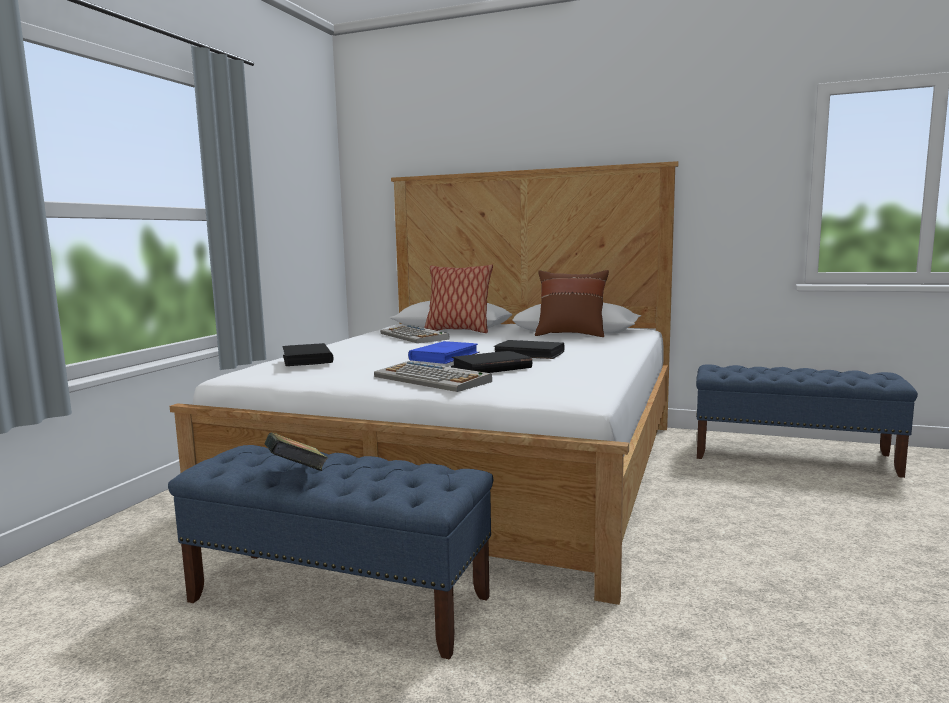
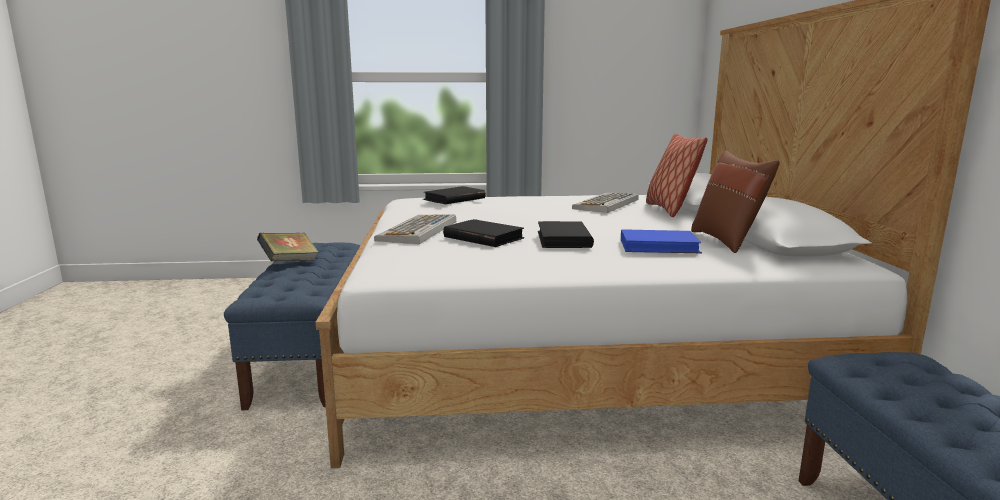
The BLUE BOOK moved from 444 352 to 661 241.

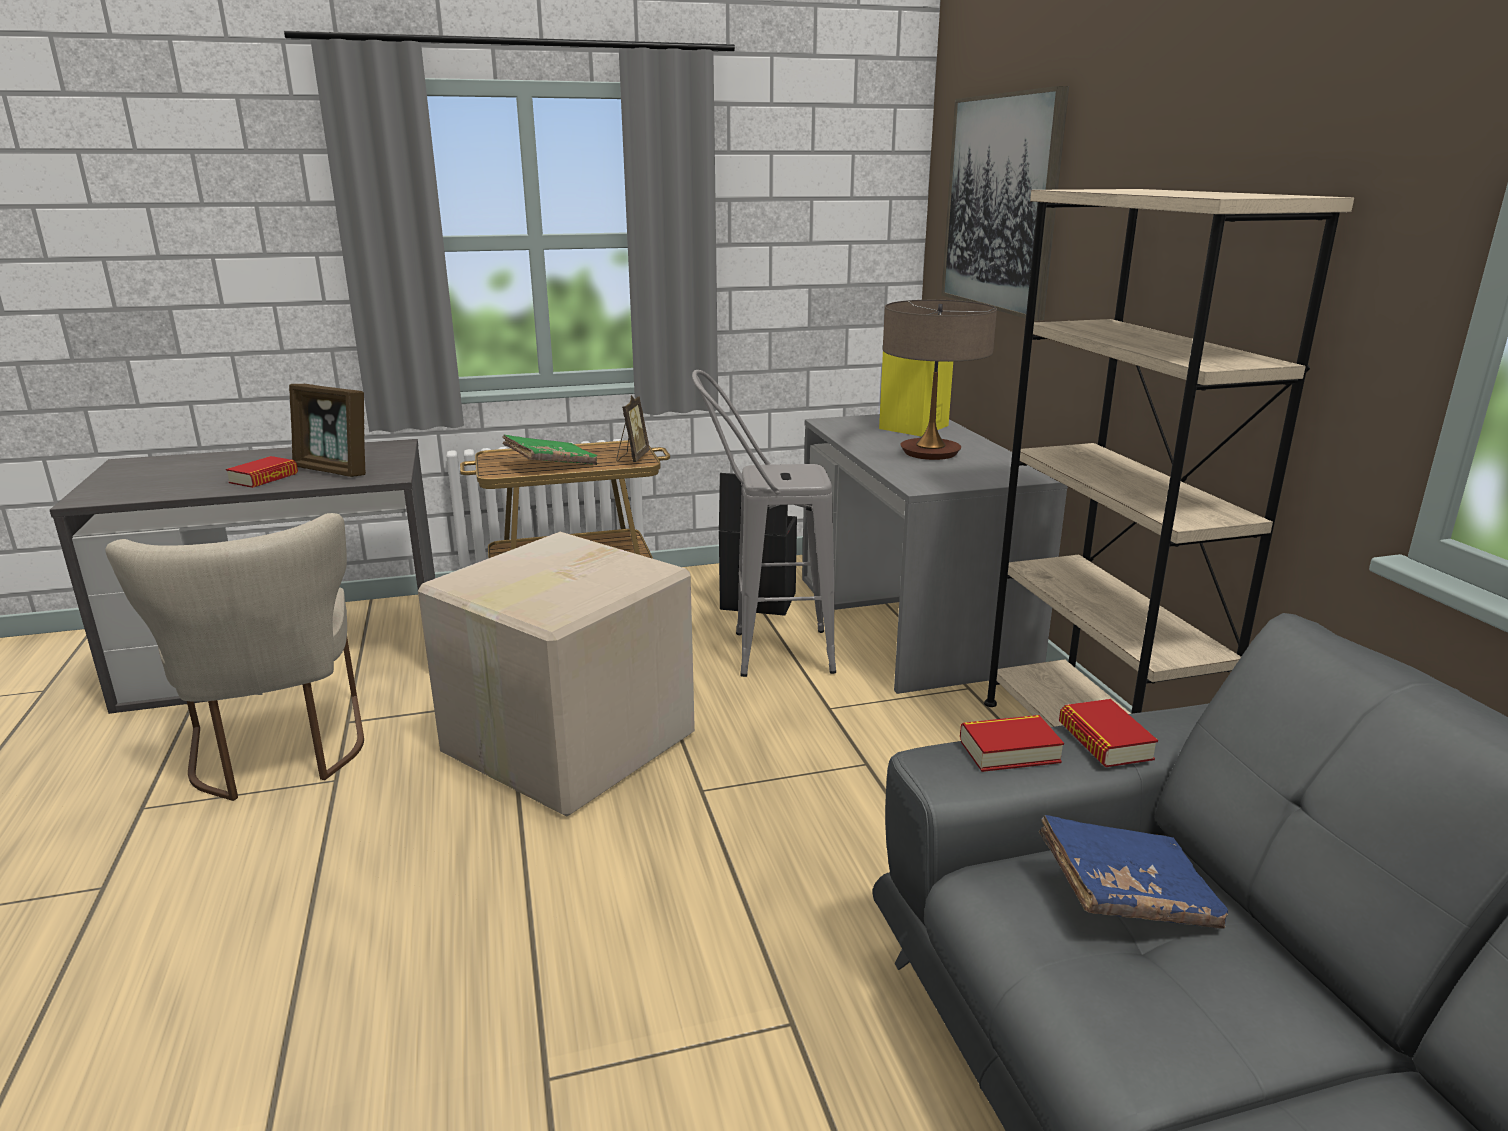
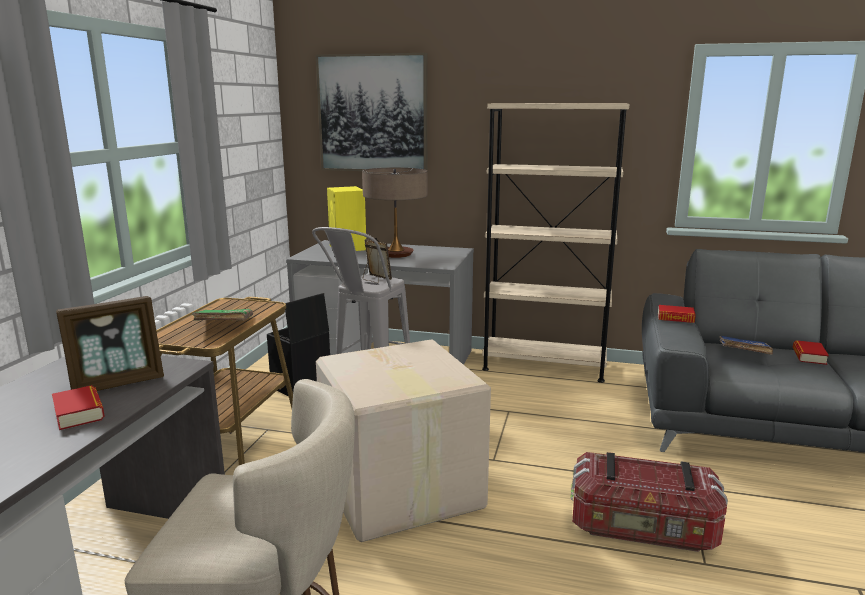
The STORAGE BOX at 649 502 appeared.
The PICTURE FRAME moved from 633 428 to 377 260.
The BOOK moved from 1012 743 to 811 352.

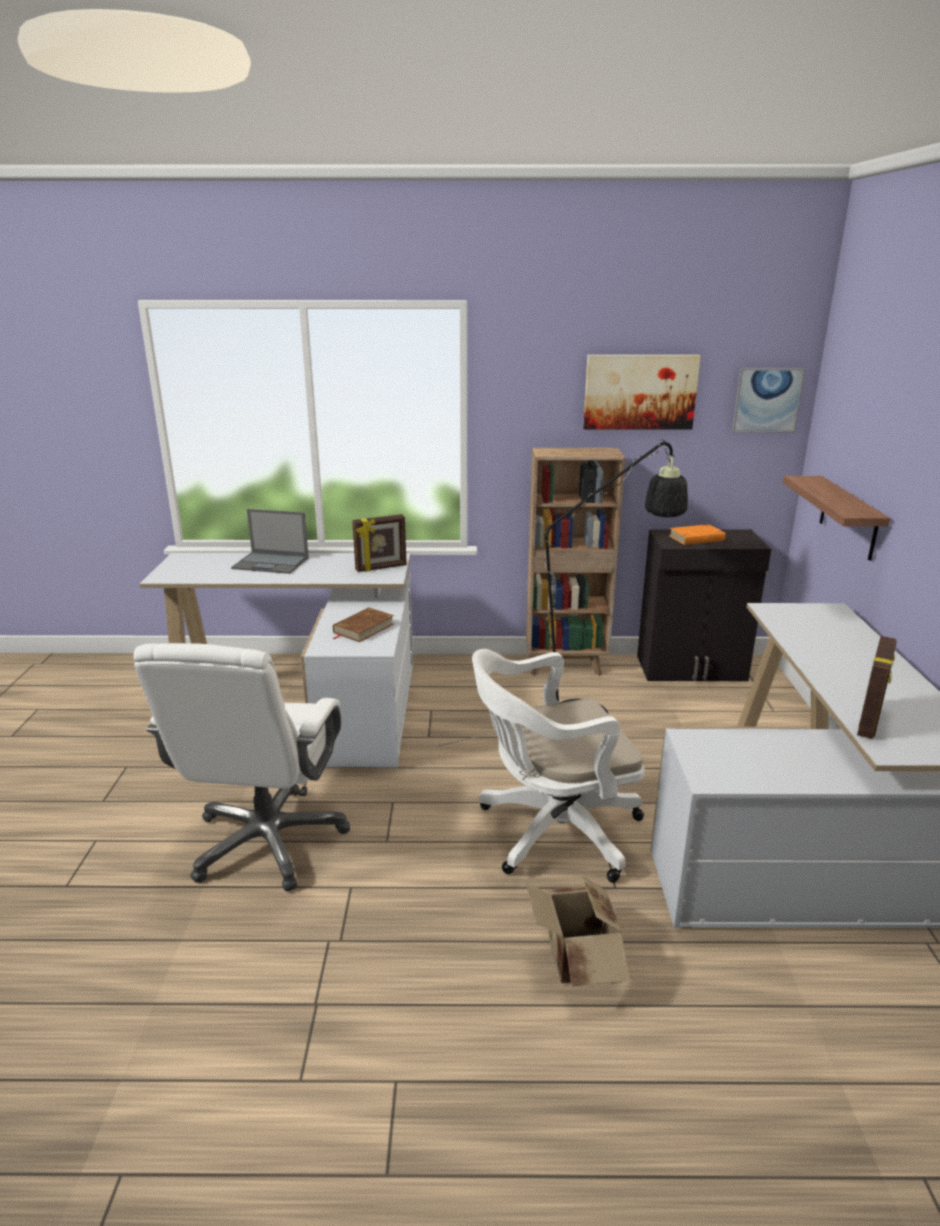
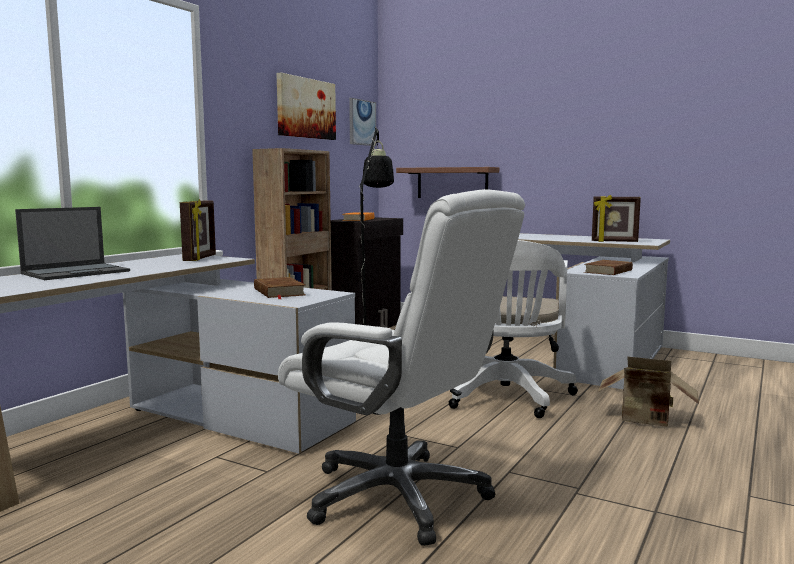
The BROWN BOOK at 608 267 appeared.
The PICTURE FRAME at 877 687 turned 135 degrees clockwise.

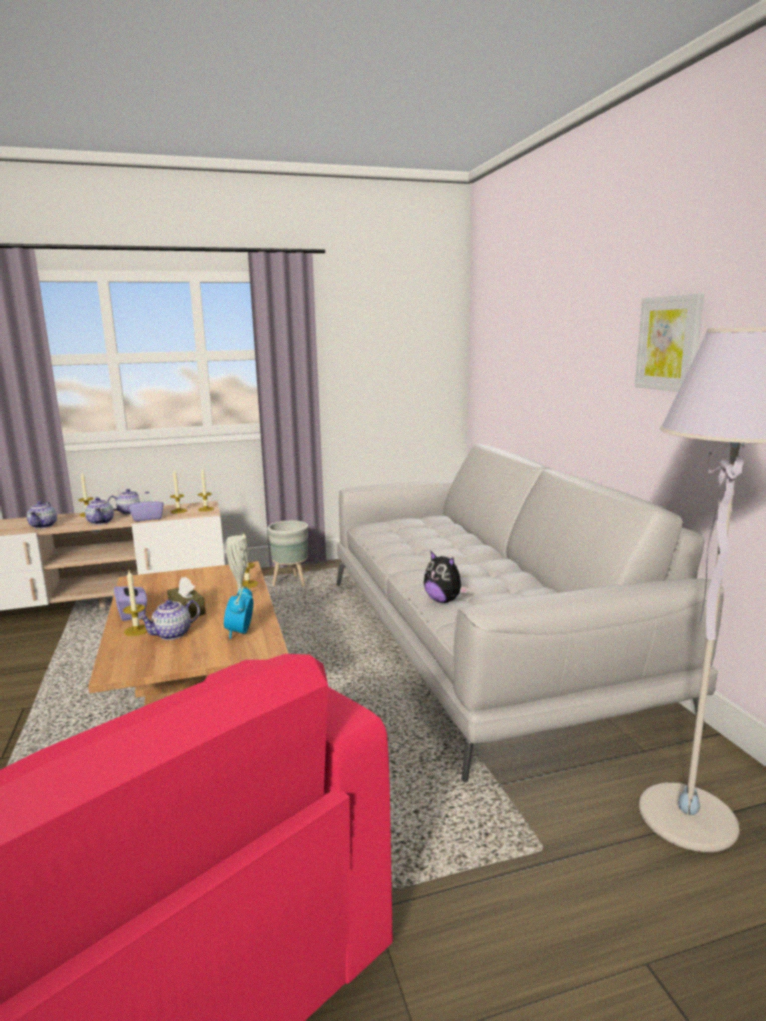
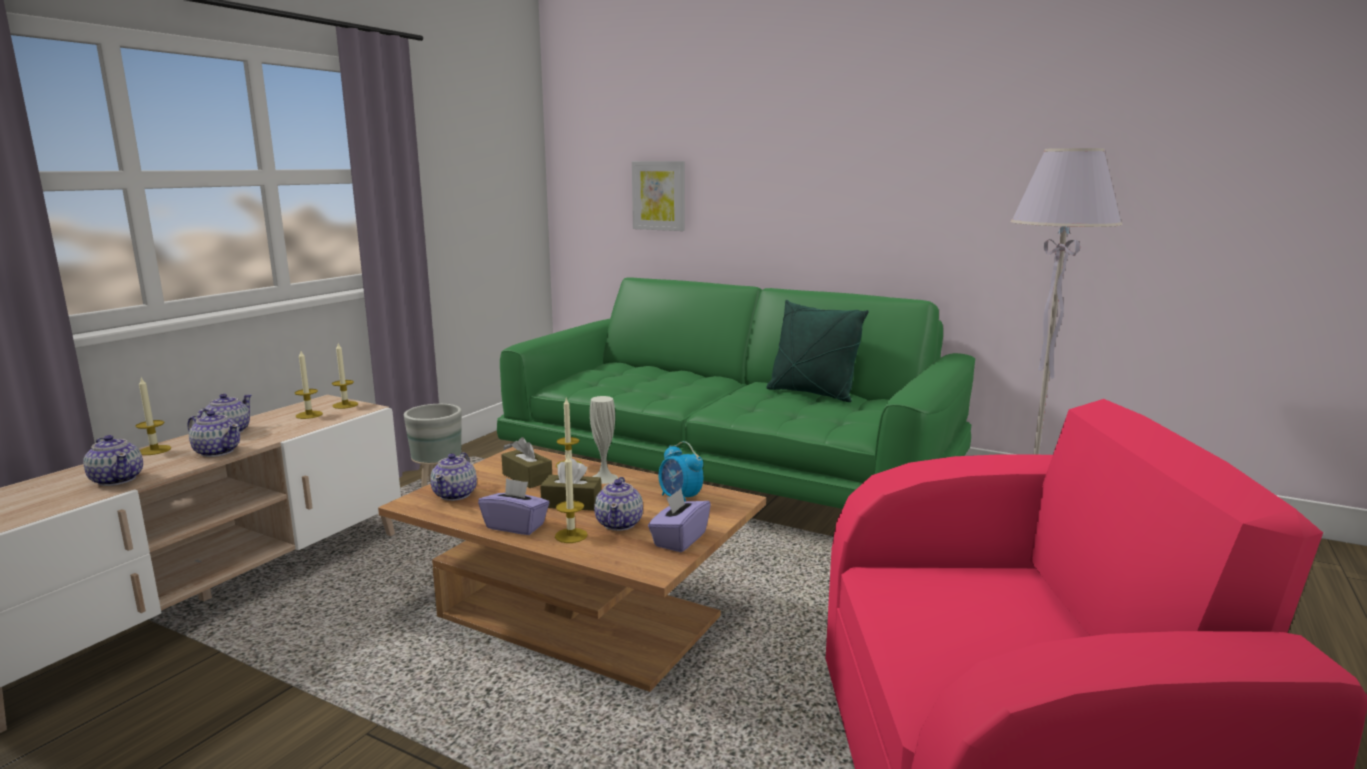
The PLUSH TOY at 446 576 disappeared.
The TEAPOT at 453 476 appeared.
The BROWN TISSUE BOX at 526 462 appeared.
The GREEN PILLOW at 817 351 appeared.
The PURPLE TISSUE BOX moved from 146 507 to 679 520.
The PICTURE moved from 669 342 to 658 196.
The GREY SOFA at 530 613 became the GREEN SOFA at 736 393.

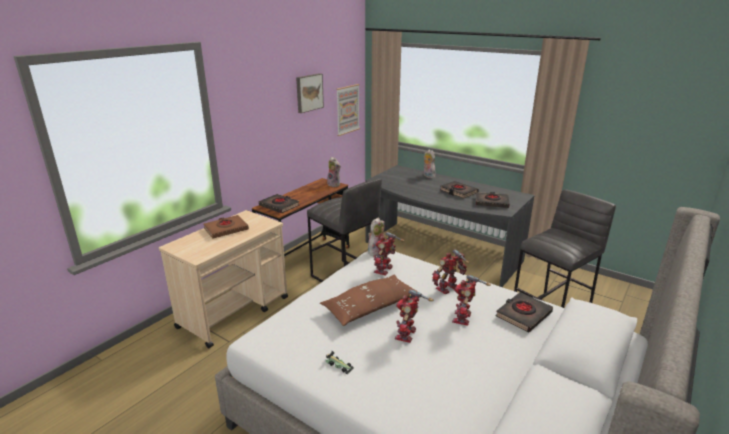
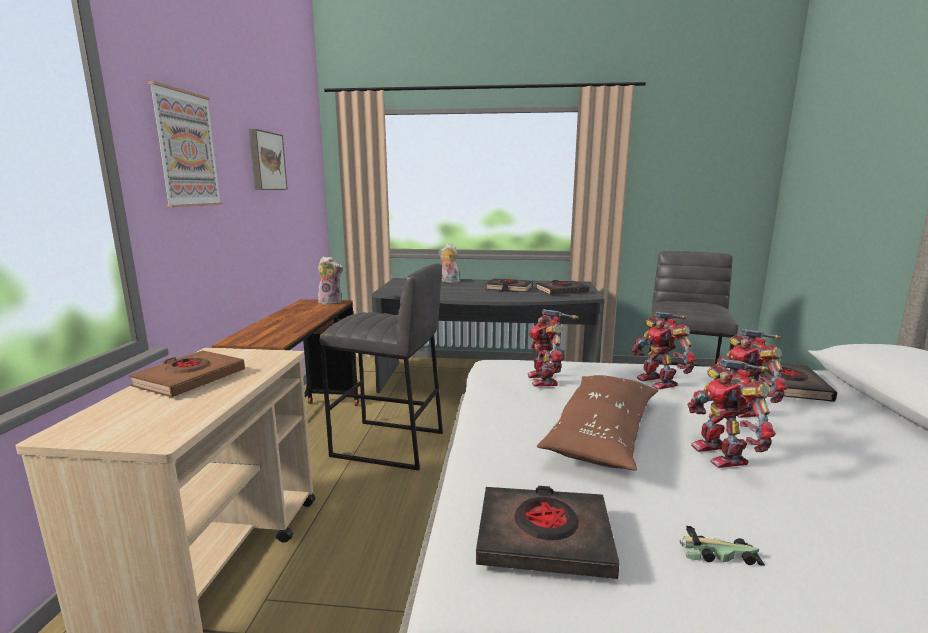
The PLUSH TOY at 376 237 disappeared.
The BLACK BOOK moved from 279 203 to 547 532.
The PICTURE moved from 348 110 to 185 144.
The TOY ROBOT at 450 272 turned 45 degrees counterclockwise.

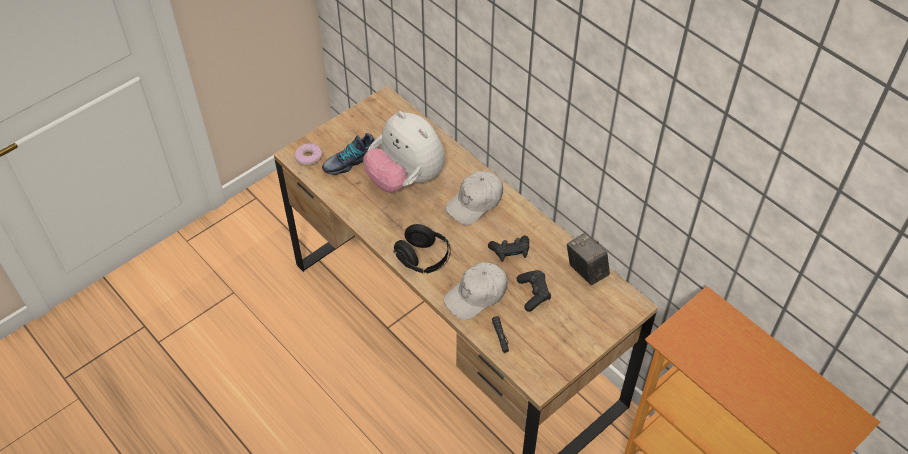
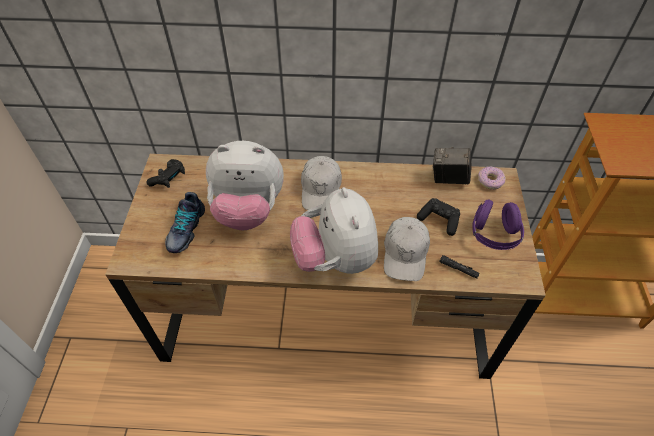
The PURPLE HEADPHONES at 498 225 appeared.
The DONUT moved from 308 155 to 492 178.
The BLACK GAME CONTROLLER moved from 508 249 to 166 173.
The BLACK HEADPHONES at 422 249 was replaced by the PLUSH TOY at 334 230.

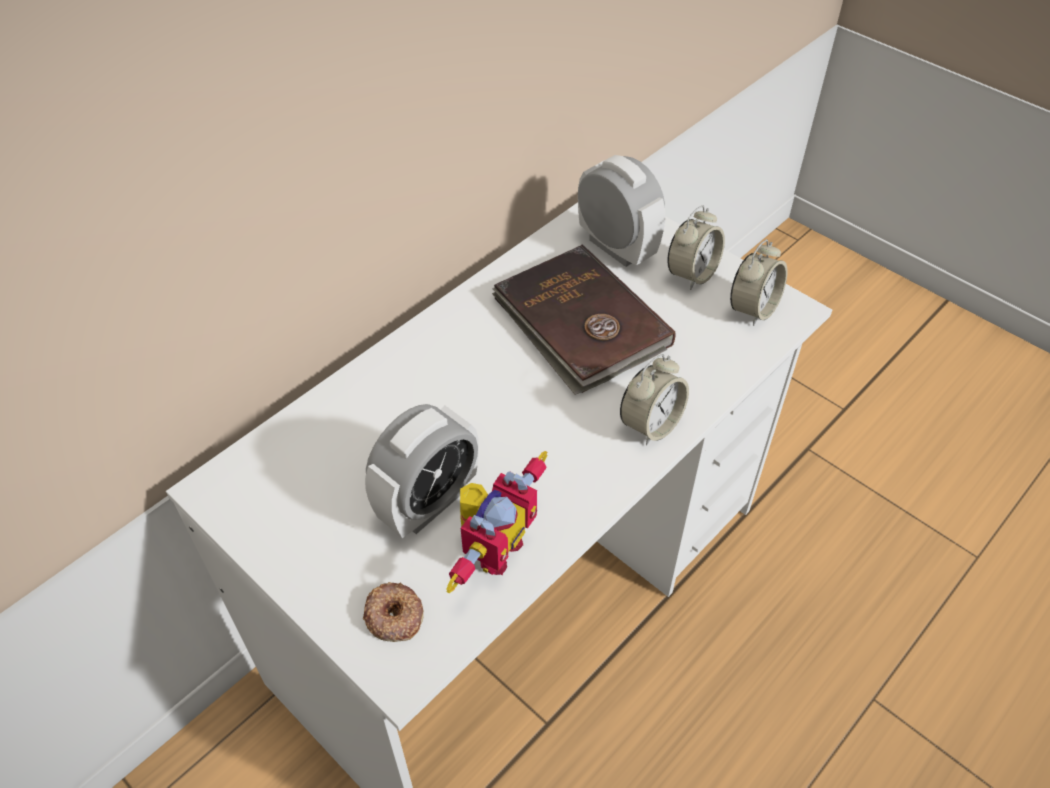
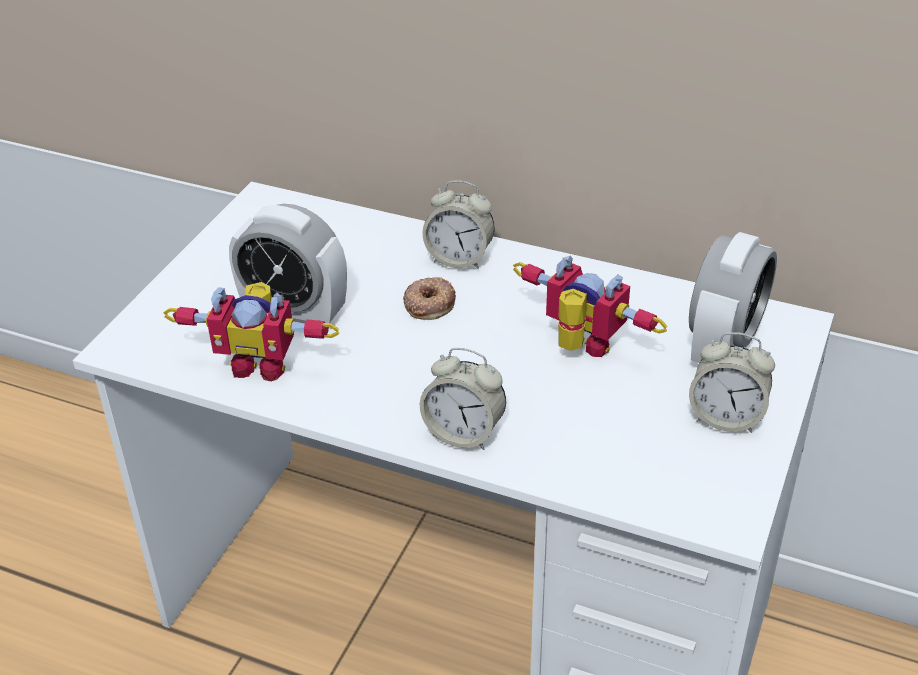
The DONUT moved from 393 612 to 429 298.
The ALARM CLOCK moved from 758 282 to 458 224.
The BROWN BOOK at 584 319 was replaced by the TOY ROBOT at 590 306.

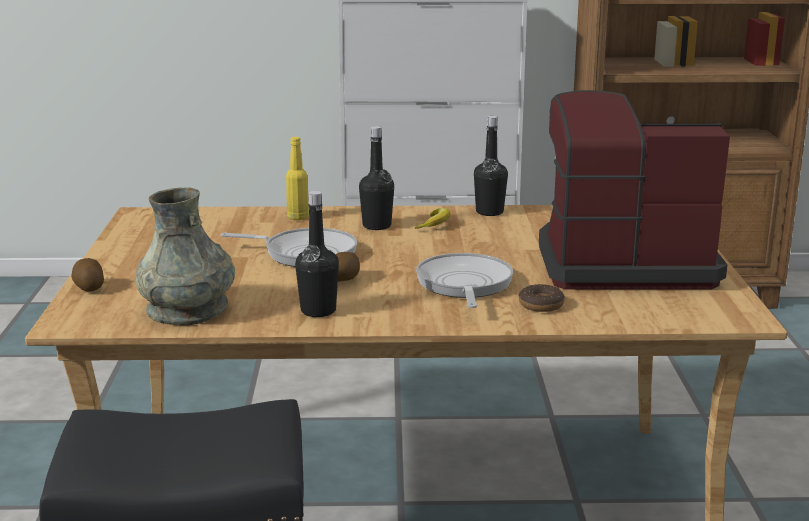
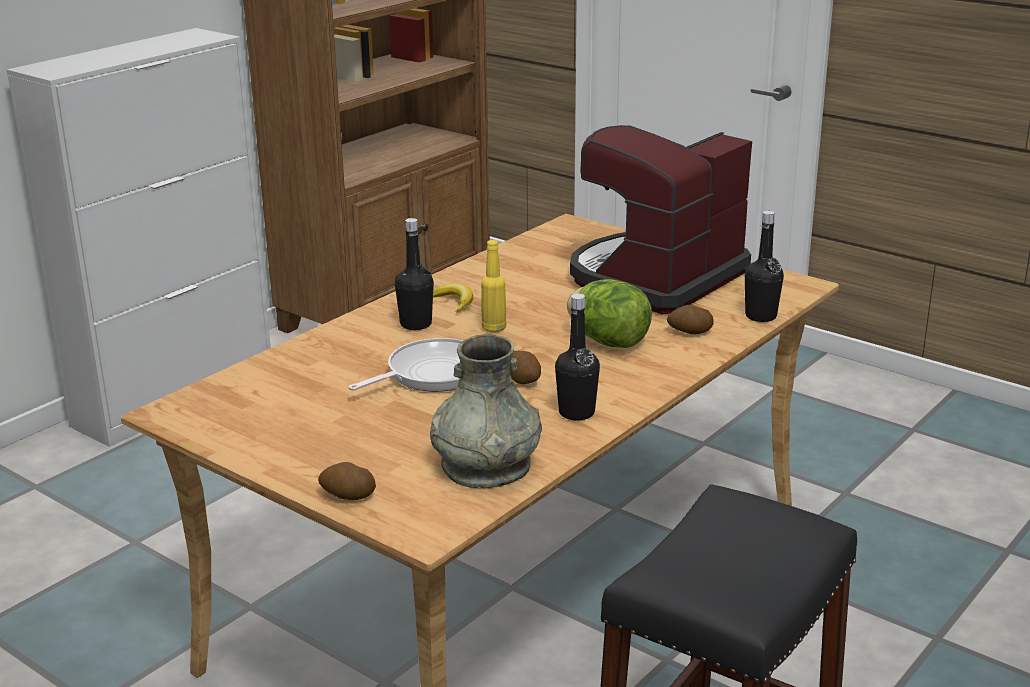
The YELLOW BOTTLE moved from 297 178 to 493 286.
The BLACK BOTTLE moved from 491 166 to 764 266.
The FRYING PAN at 464 280 was replaced by the LETTUCE at 609 313.
The DONUT at 541 298 was replaced by the POTATO at 690 319.

